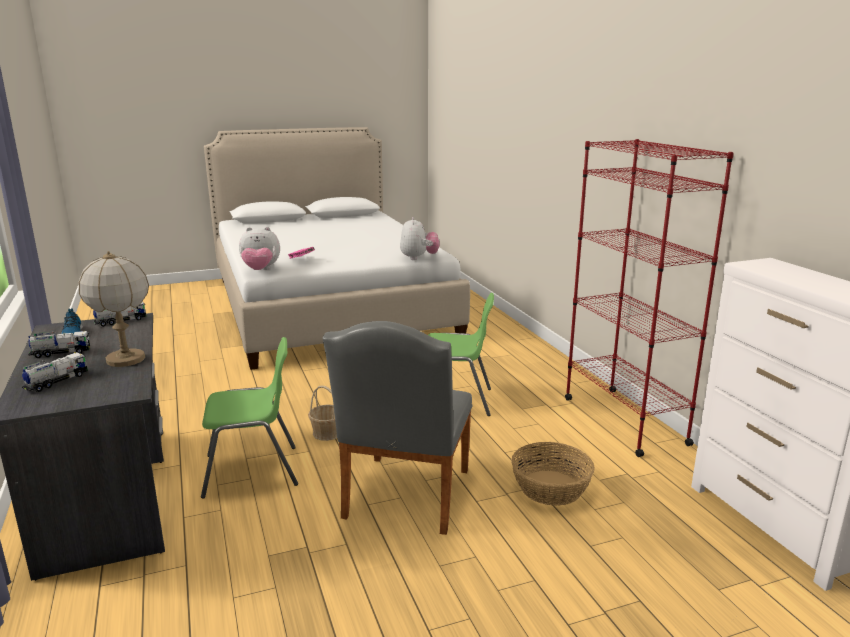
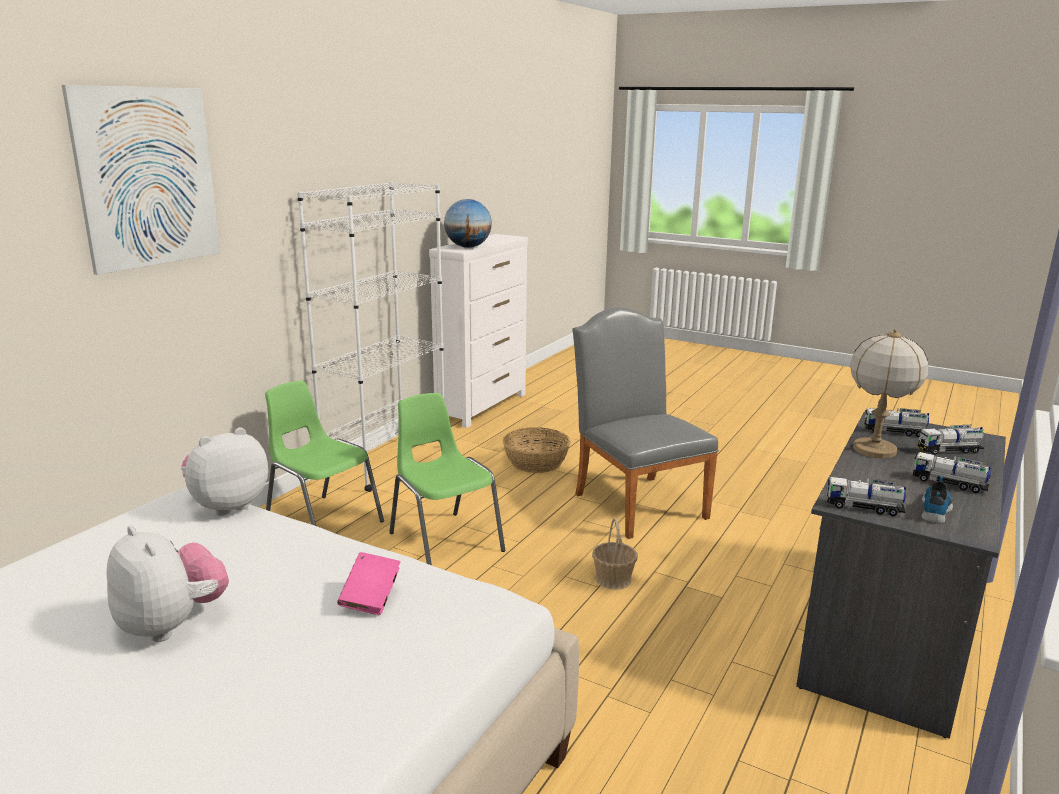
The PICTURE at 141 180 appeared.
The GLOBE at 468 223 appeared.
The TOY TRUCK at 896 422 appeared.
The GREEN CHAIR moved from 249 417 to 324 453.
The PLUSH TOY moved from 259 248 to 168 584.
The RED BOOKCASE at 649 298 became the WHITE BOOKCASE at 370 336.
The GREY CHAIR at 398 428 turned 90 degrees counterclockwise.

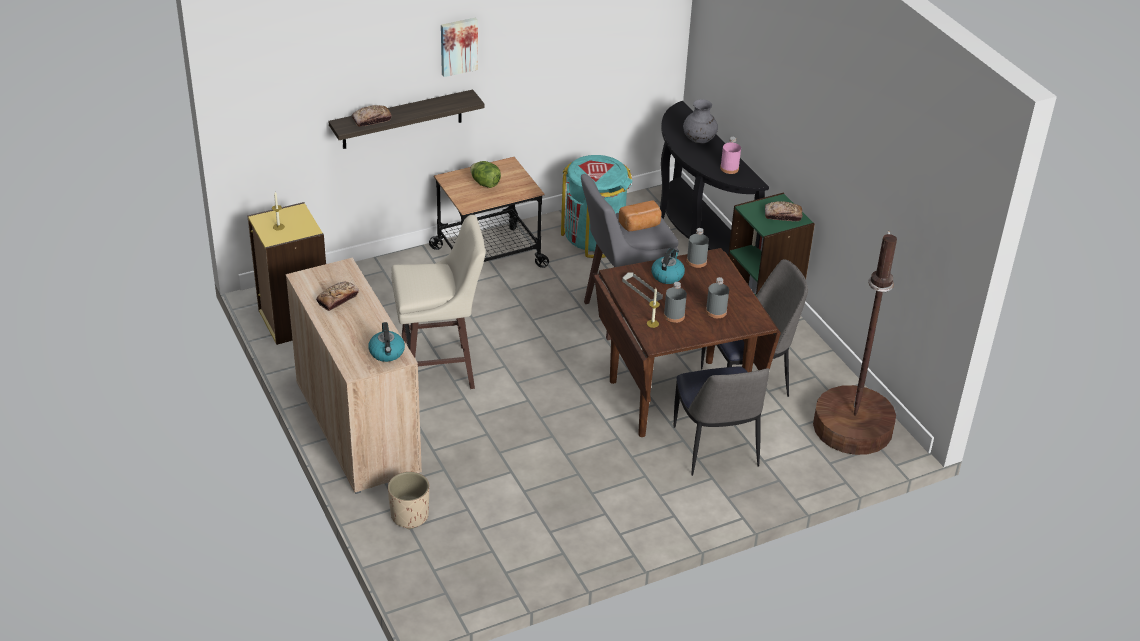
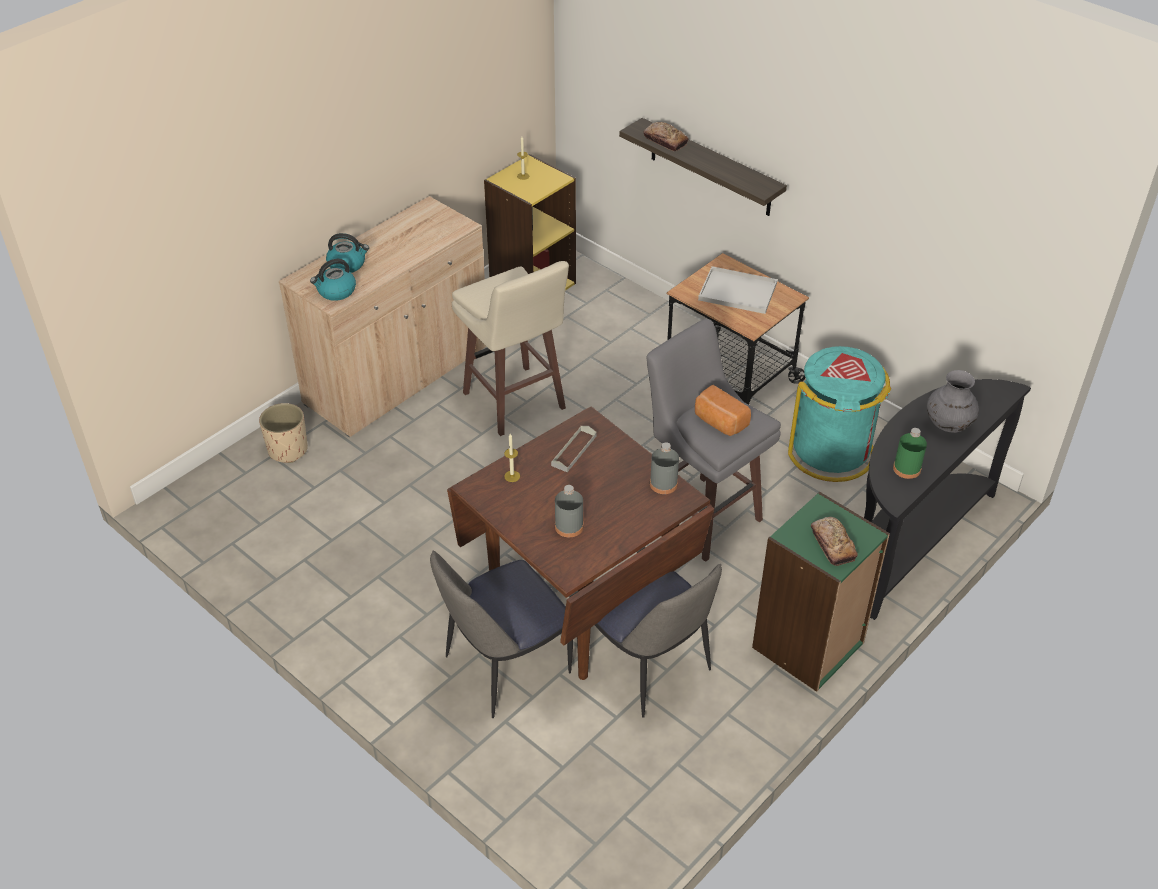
The BREAD at 337 296 disappeared.
The PICTURE at 459 47 disappeared.
The GREY BOTTLE at 675 302 disappeared.
The BROWN FLOOR LAMP at 855 343 disappeared.
The KETTLE moved from 668 266 to 347 253.
The LETTUCE at 485 174 was replaced by the WHITE TRAY at 737 290.
The PINK BOTTLE at 730 155 became the GREEN BOTTLE at 910 453.

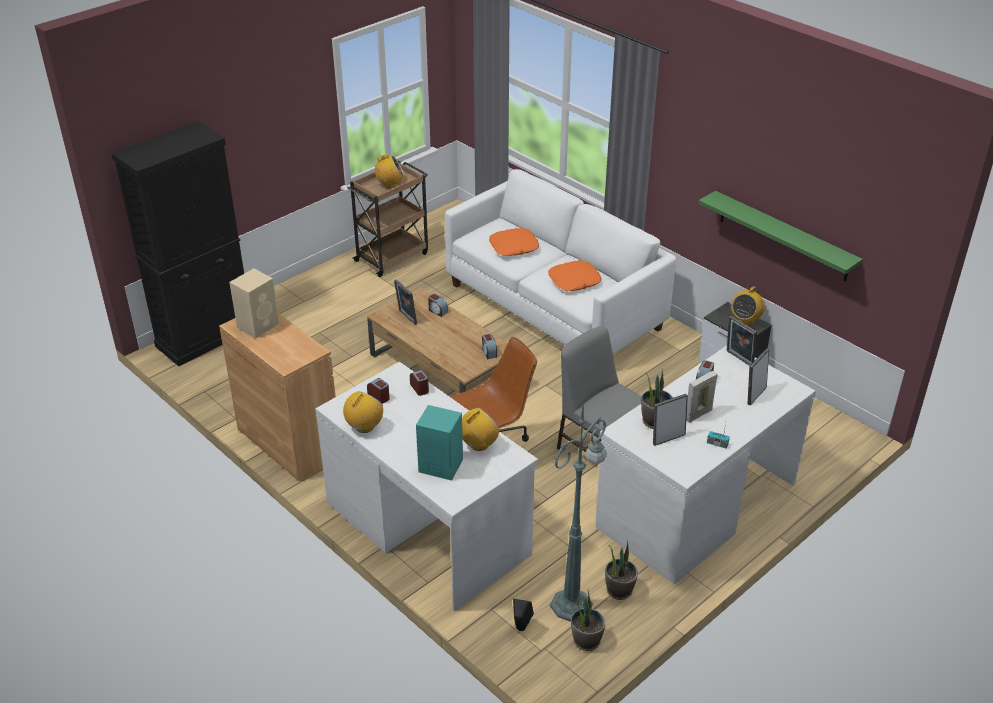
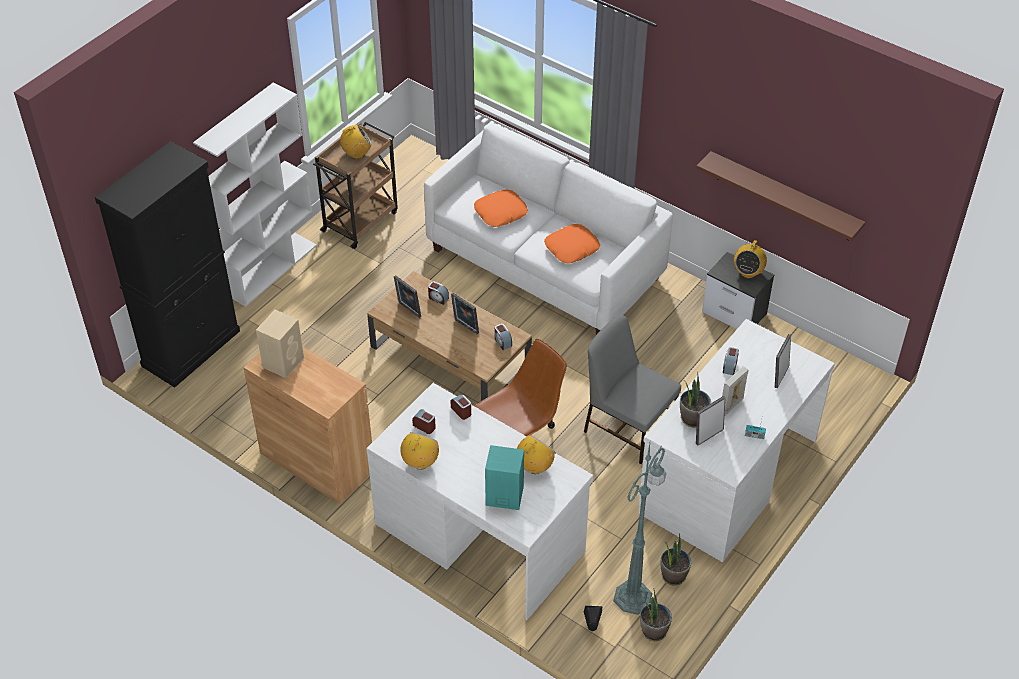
The WHITE BOOKCASE at 255 194 appeared.
The PICTURE FRAME moved from 742 341 to 465 314.
The GREEN SHELF at 780 236 became the BROWN SHELF at 780 196.

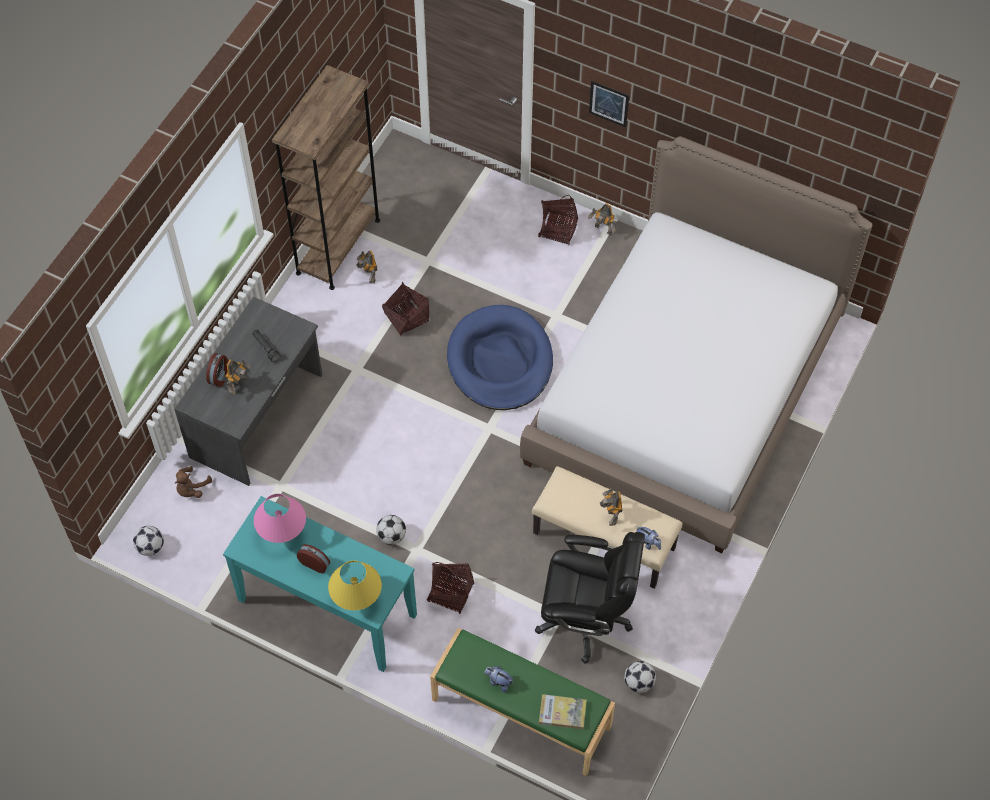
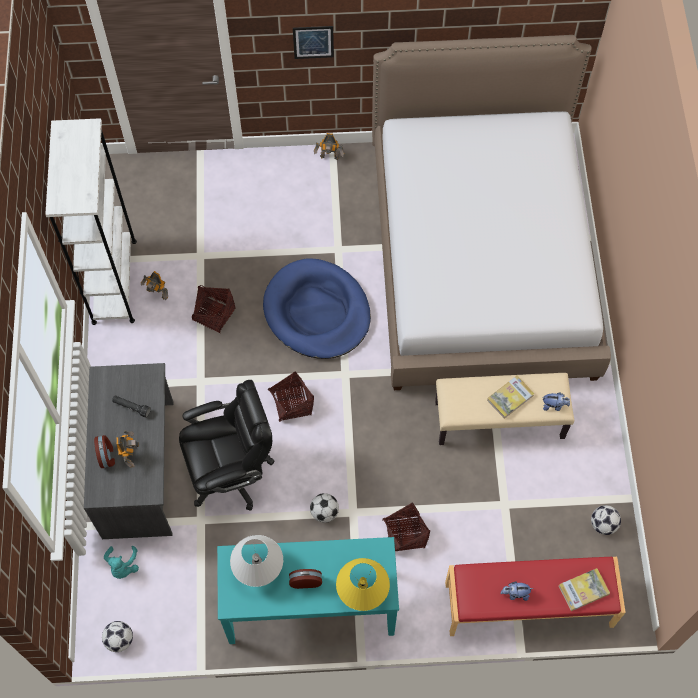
The BLACK OFFICE CHAIR moved from 590 598 to 227 445.
The BASKET moved from 558 220 to 291 396.
The TOY ROBOT at 611 507 was replaced by the BOOK at 511 397.
The BROWN PLUSH TOY at 193 482 became the TURQUOISE PLUSH TOY at 121 562.
The PINK TABLE LAMP at 280 518 became the WHITE TABLE LAMP at 256 561.
The BROWN BOOKCASE at 326 177 became the WHITE BOOKCASE at 91 221.
The GREEN BENCH at 522 702 became the RED BENCH at 535 596.

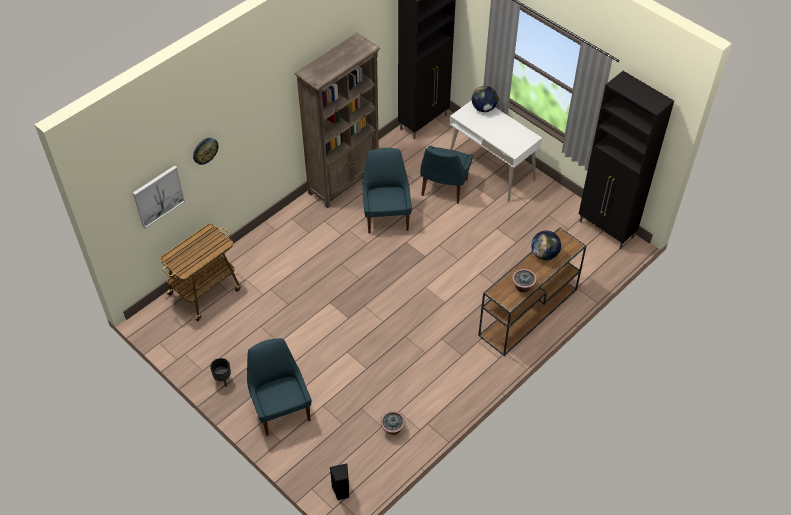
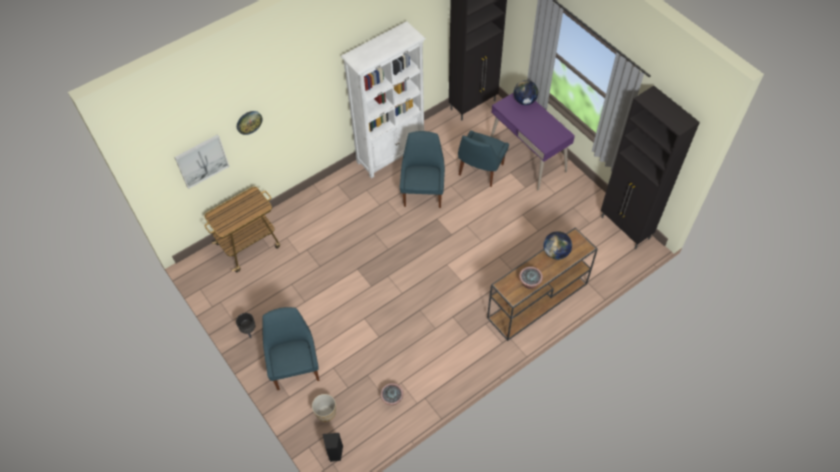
The PLANTER at 324 408 appeared.
The BROWN BOOKCASE at 337 120 became the WHITE BOOKCASE at 383 99.
The WHITE DESK at 496 151 became the PURPLE DESK at 533 141.

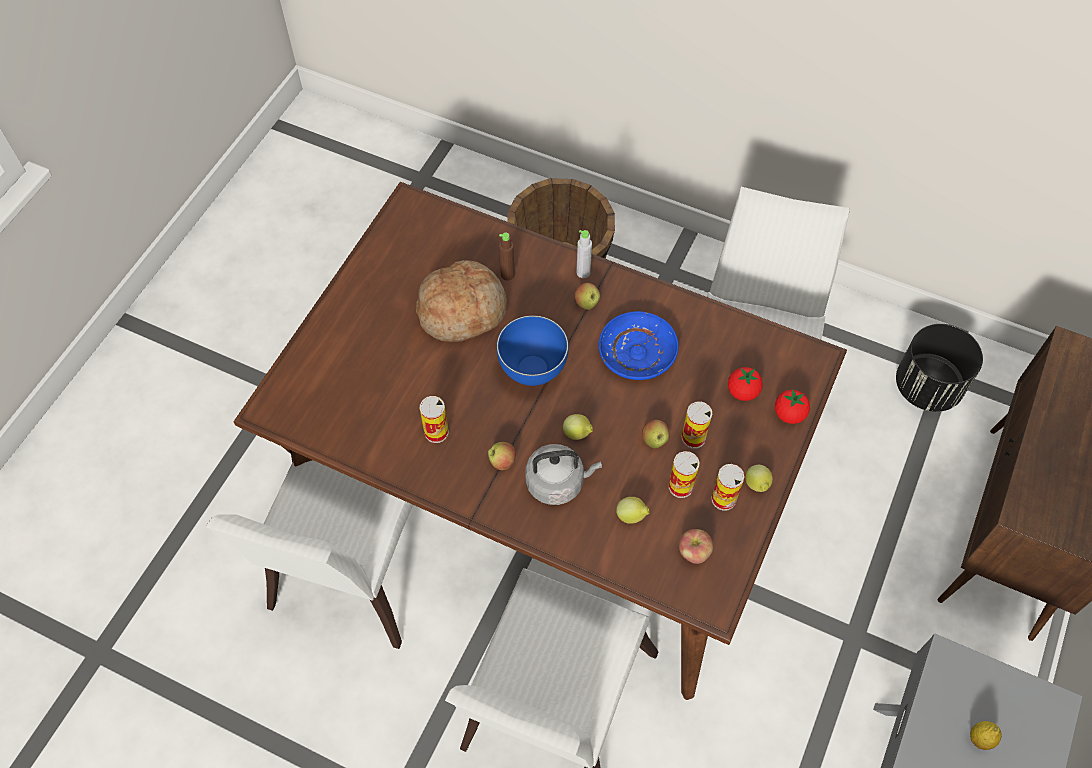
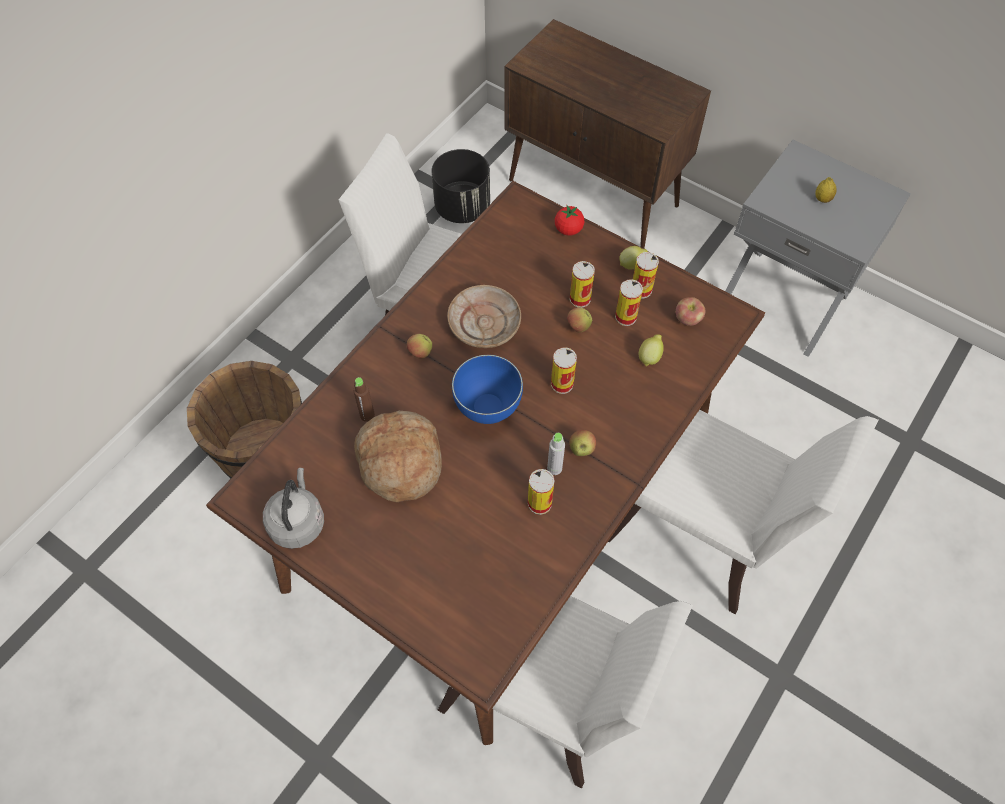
The TOMATO at 745 384 disappeared.
The GREY KETTLE moved from 564 474 to 293 508.
The GREY BOTTLE moved from 584 254 to 556 454.
The LEMON at 578 427 was replaced by the CAN at 564 371.
The BLUE PLATE at 638 345 became the BEIGE PLATE at 484 316.

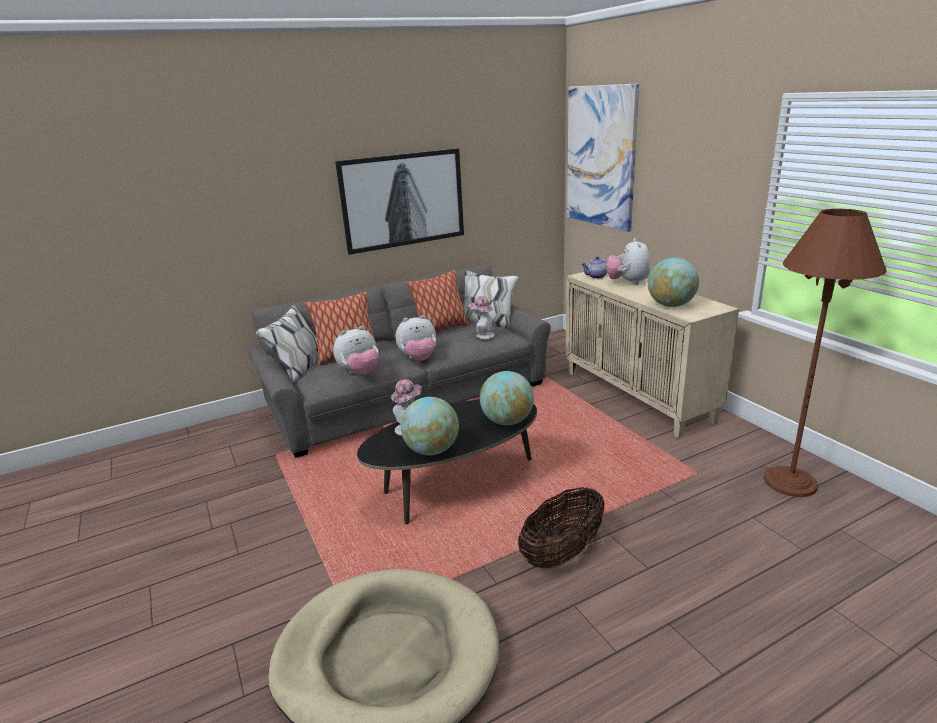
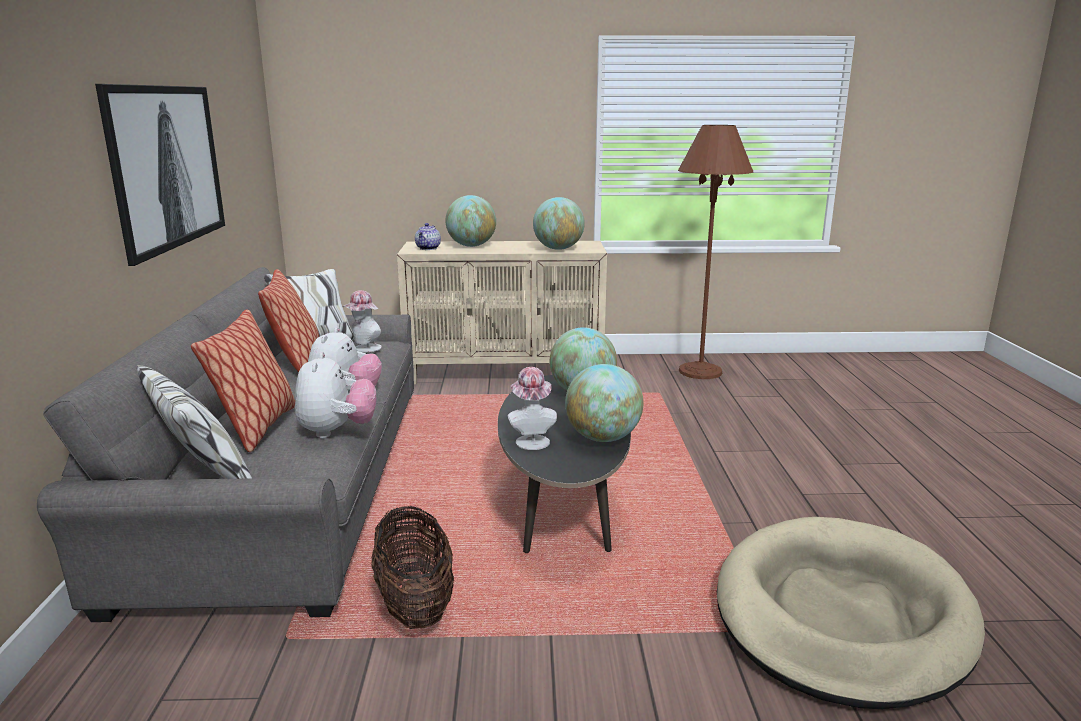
The PICTURE at 603 157 disappeared.
The BASKET moved from 561 527 to 412 567.
The PLUSH TOY at 628 261 was replaced by the GLOBE at 471 221.

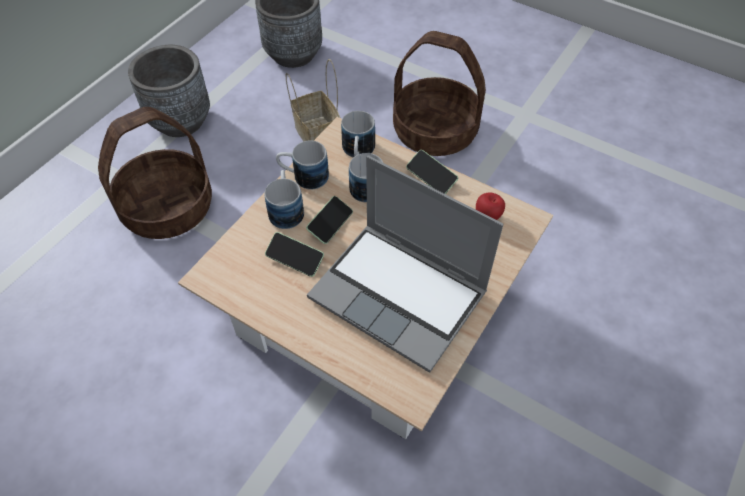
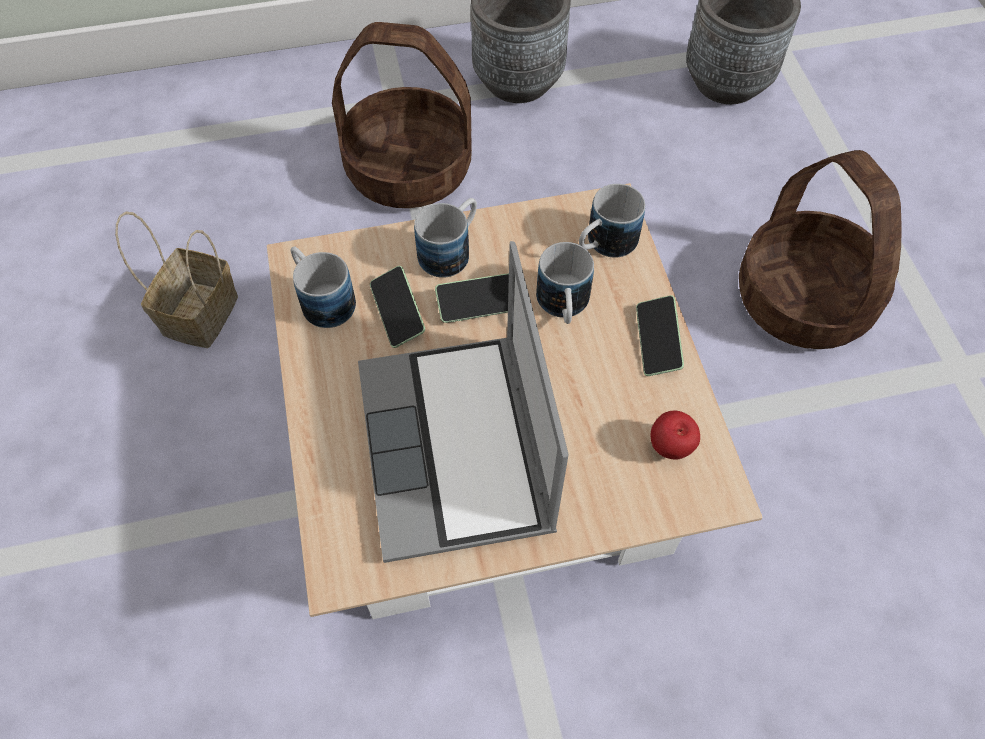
The MUG moved from 302 165 to 323 287.
The BASKET moved from 313 100 to 176 280.

